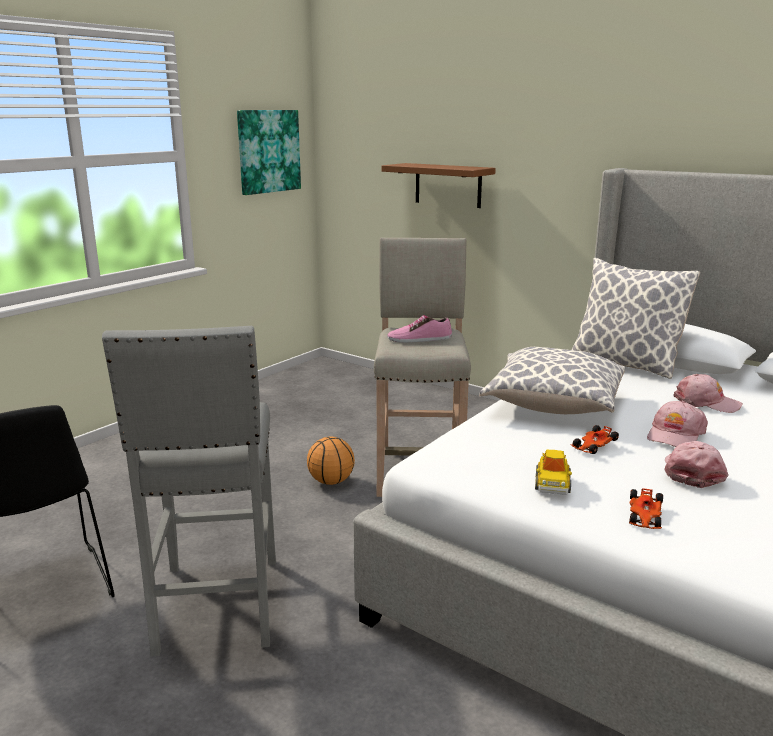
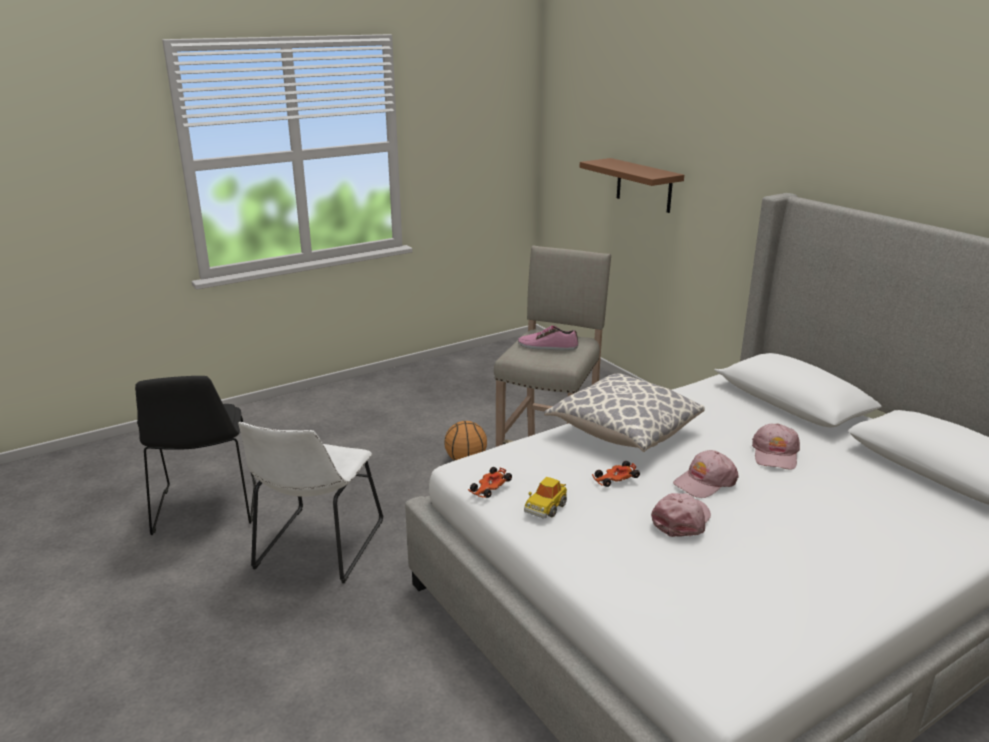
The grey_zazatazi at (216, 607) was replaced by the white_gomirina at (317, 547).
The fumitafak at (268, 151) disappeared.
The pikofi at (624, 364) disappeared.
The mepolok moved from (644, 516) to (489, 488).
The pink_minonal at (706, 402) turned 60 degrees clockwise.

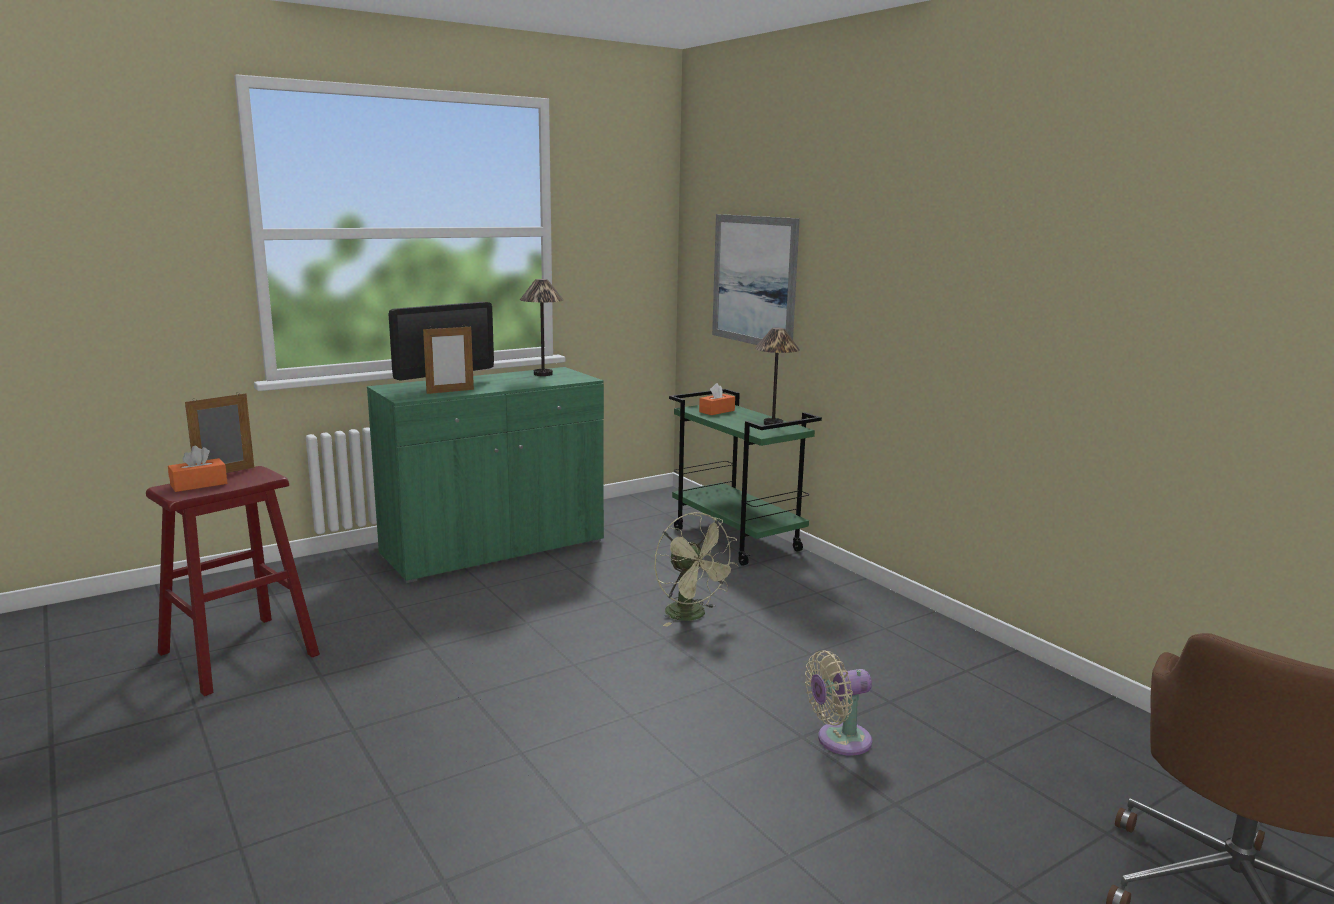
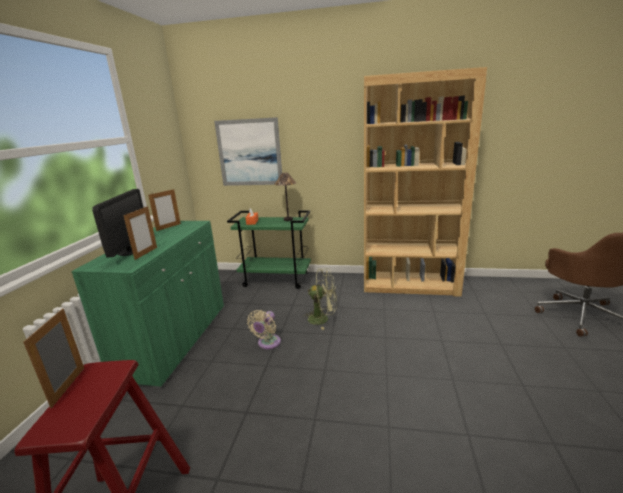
The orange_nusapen at (199, 484) disappeared.
The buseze at (543, 374) was replaced by the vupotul at (168, 227).
The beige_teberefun moved from (838, 741) to (267, 343).
The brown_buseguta at (410, 285) appeared.

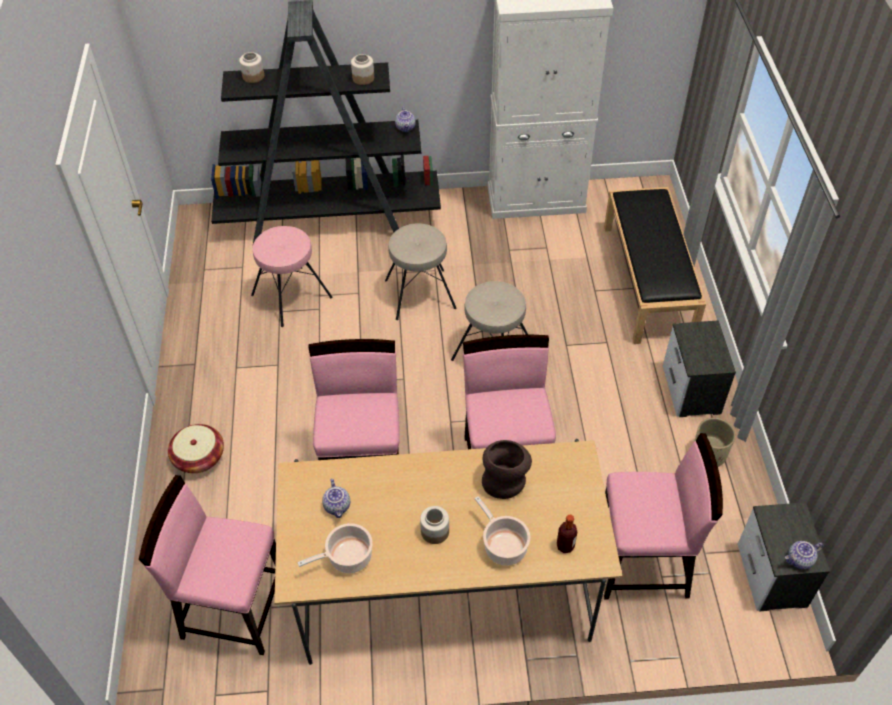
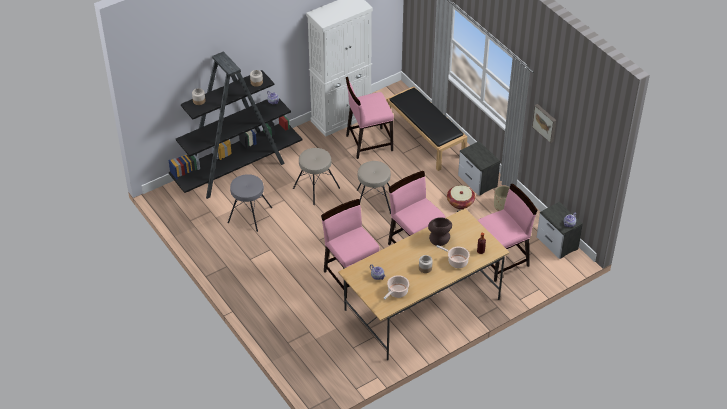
The pink_gomirina moved from (234, 608) to (368, 143).
The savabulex moved from (199, 457) to (460, 202).
The pink_zazatazi at (291, 295) became the grey_zazatazi at (249, 215).
The fumitafak at (545, 122) appeared.

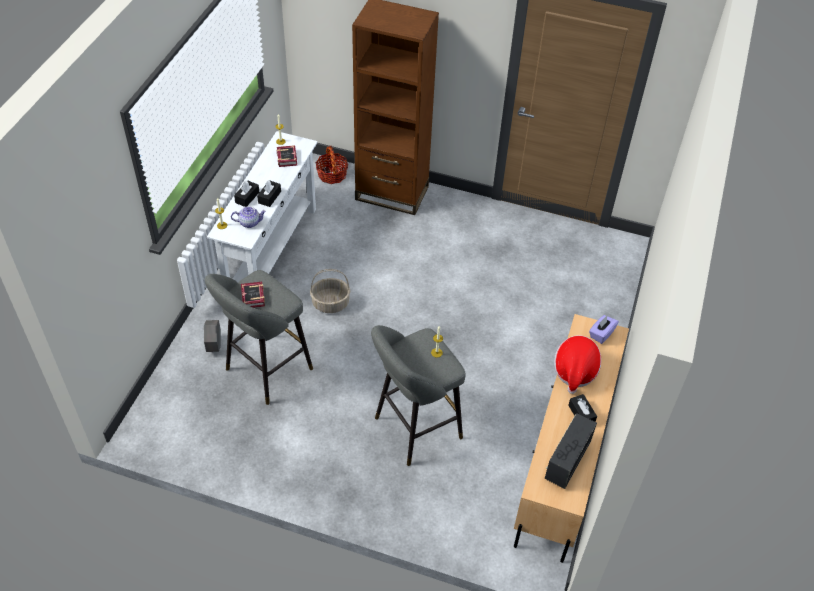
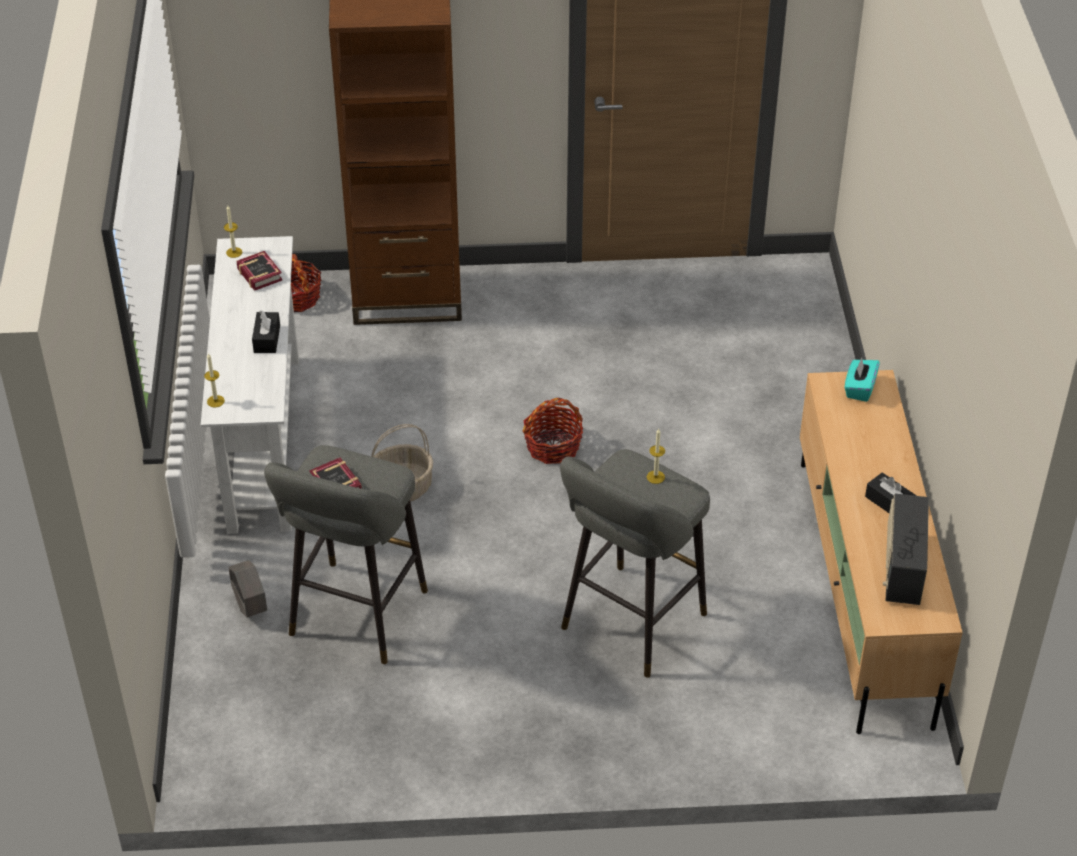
The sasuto at (249, 222) disappeared.
The black_nusapen at (247, 197) disappeared.
The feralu at (575, 371) disappeared.
The purple_nusapen at (601, 334) became the turquoise_nusapen at (859, 388).
The savabulex at (553, 446) appeared.

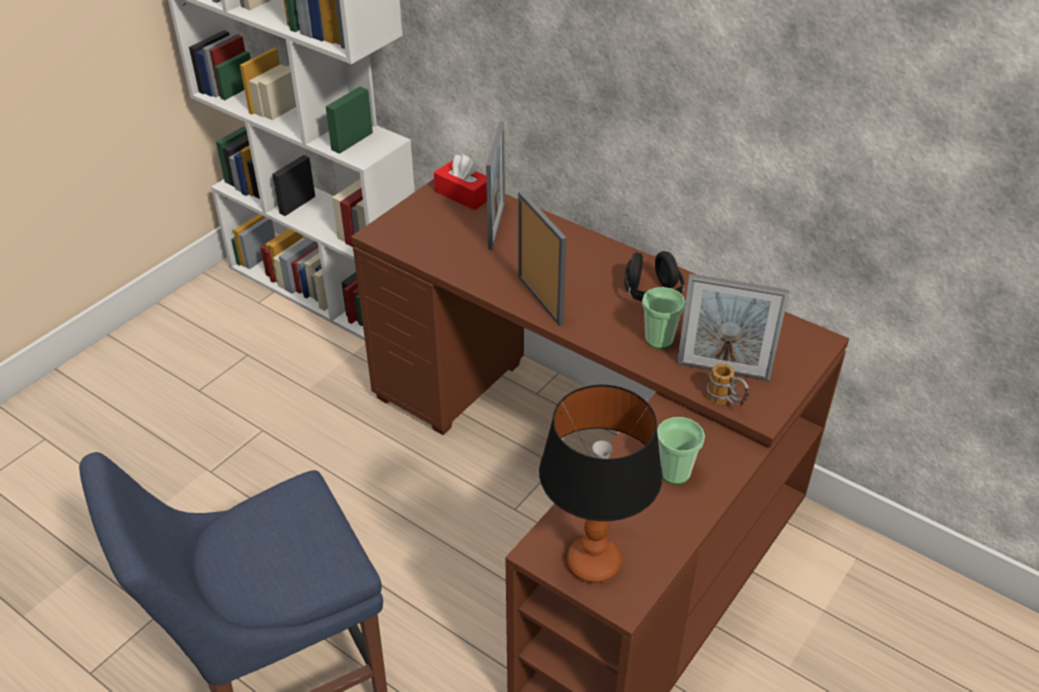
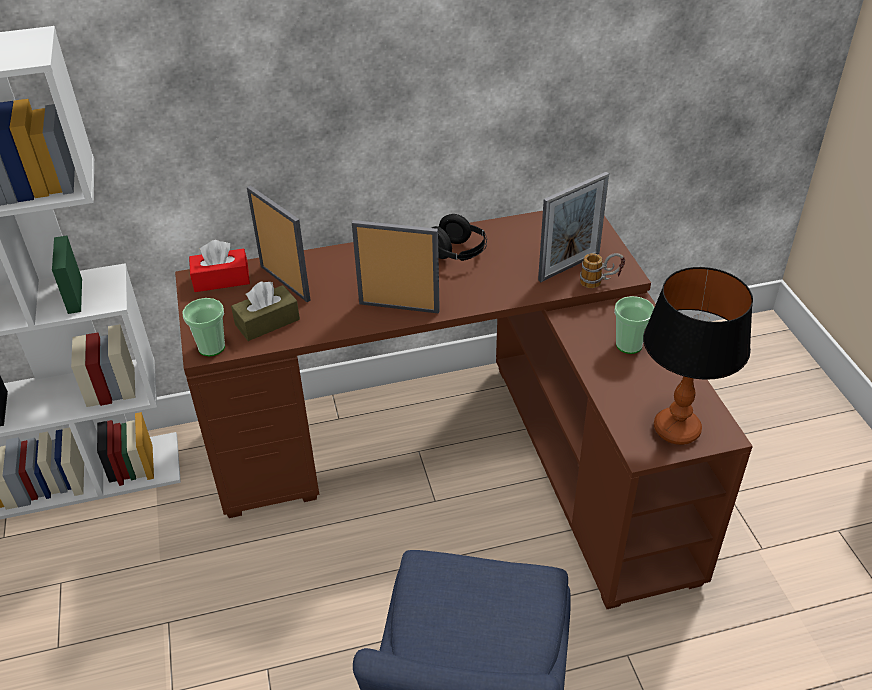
The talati moved from (659, 339) to (211, 347).
The brown_nusapen at (267, 322) appeared.

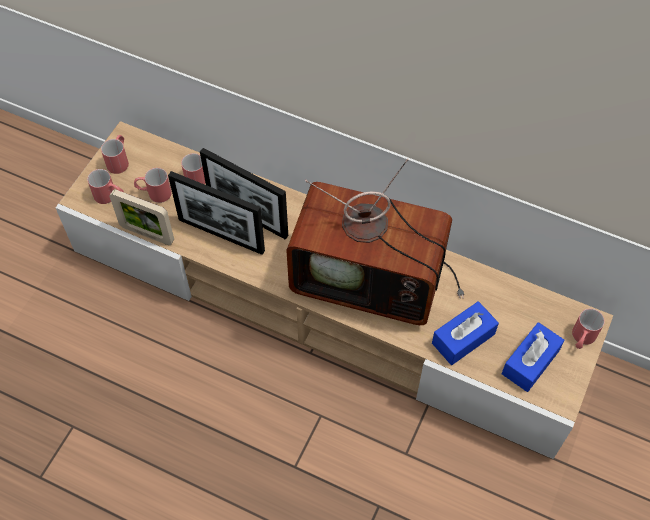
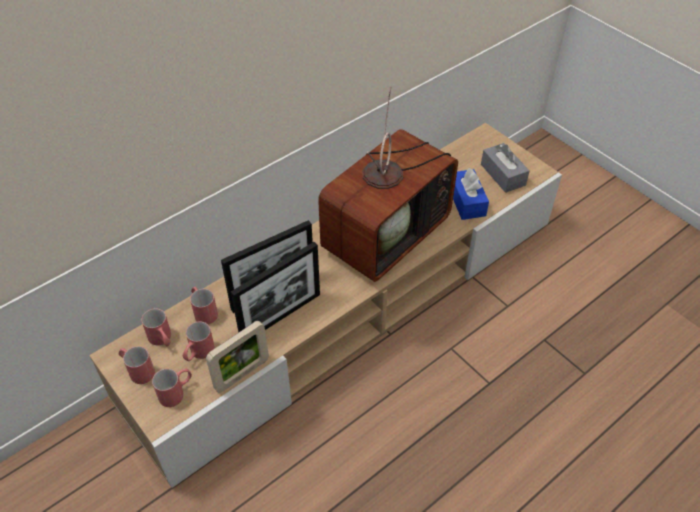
The blue_nusapen at (530, 362) became the grey_nusapen at (503, 175).
The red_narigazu moved from (581, 339) to (162, 340).

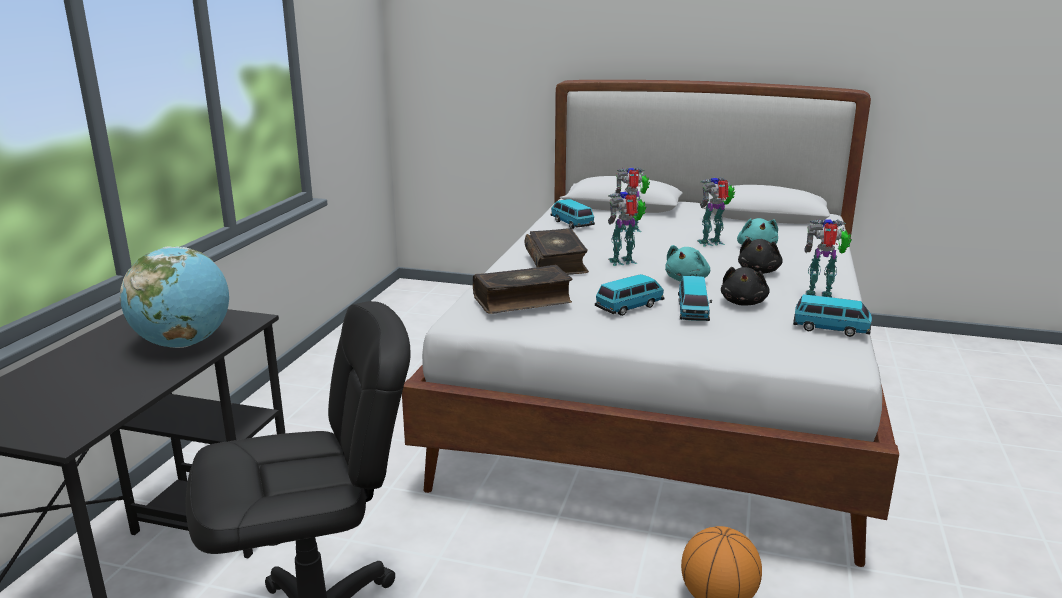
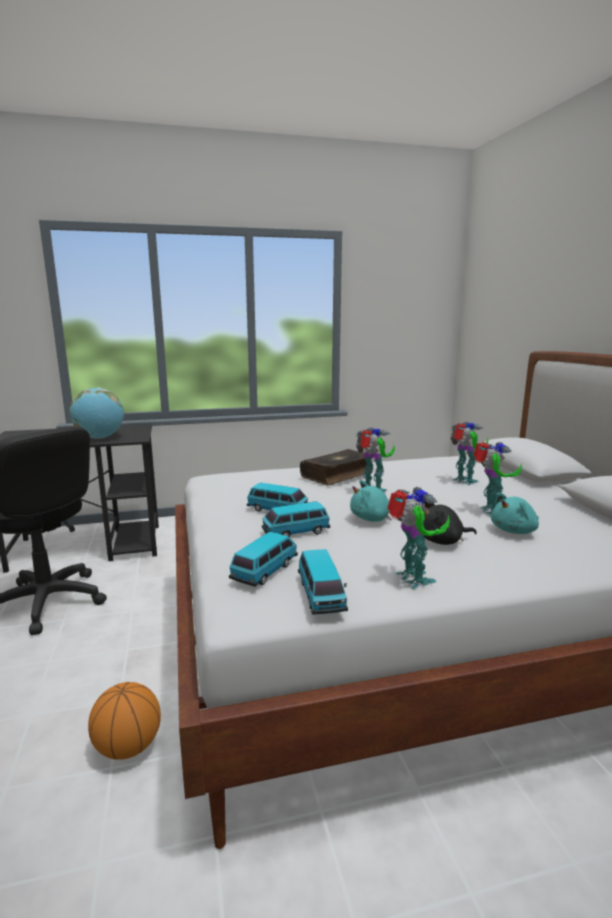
The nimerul at (522, 300) disappeared.
The mepolok moved from (572, 223) to (265, 571).
The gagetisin at (712, 243) turned 45 degrees clockwise.
The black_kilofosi at (743, 302) disappeared.

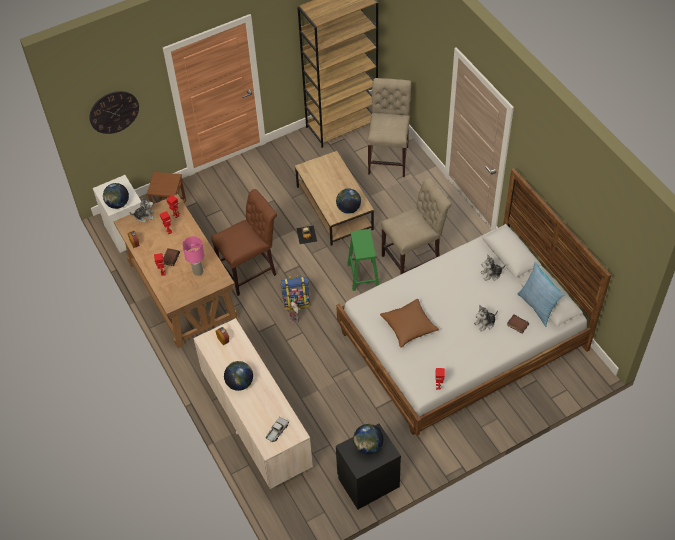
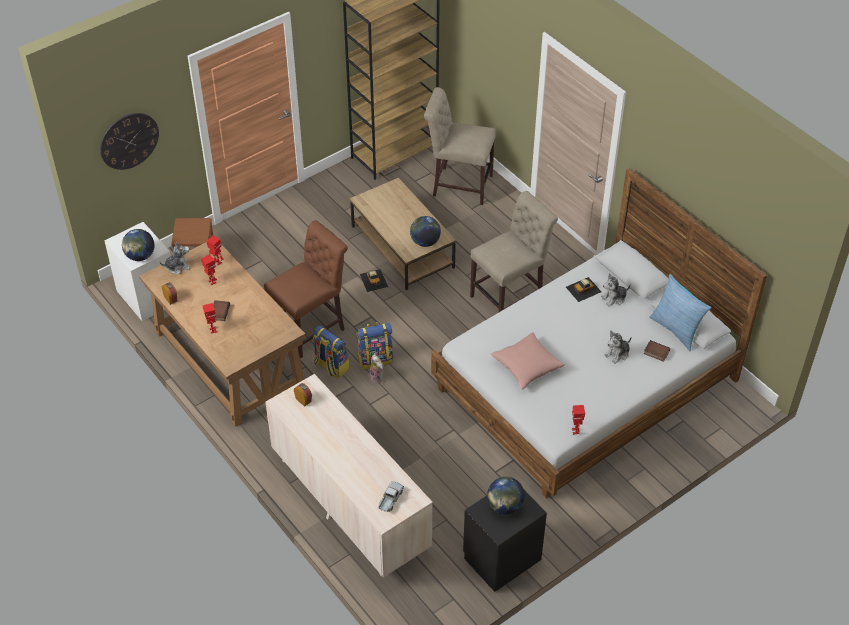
The pink_buseze at (198, 271) disappeared.
The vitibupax at (240, 383) disappeared.
The green_zazatazi at (363, 276) disappeared.
The beige_gomirina at (389, 157) turned 75 degrees counterclockwise.
The brown_pikofi at (409, 326) became the pink_pikofi at (526, 366).
The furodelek at (331, 366) appeared.
The mepolok at (583, 289) appeared.

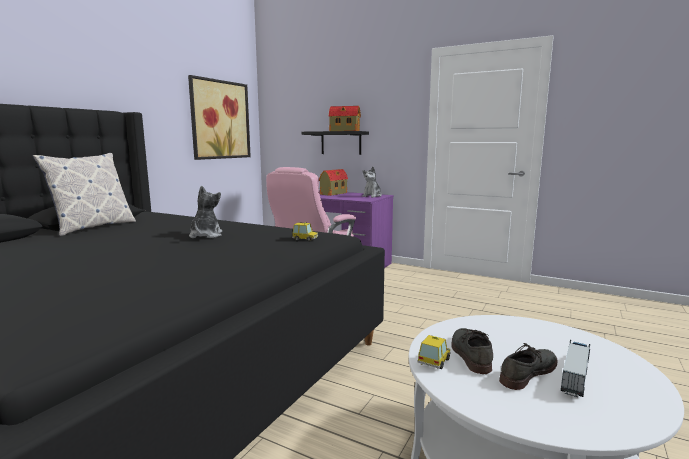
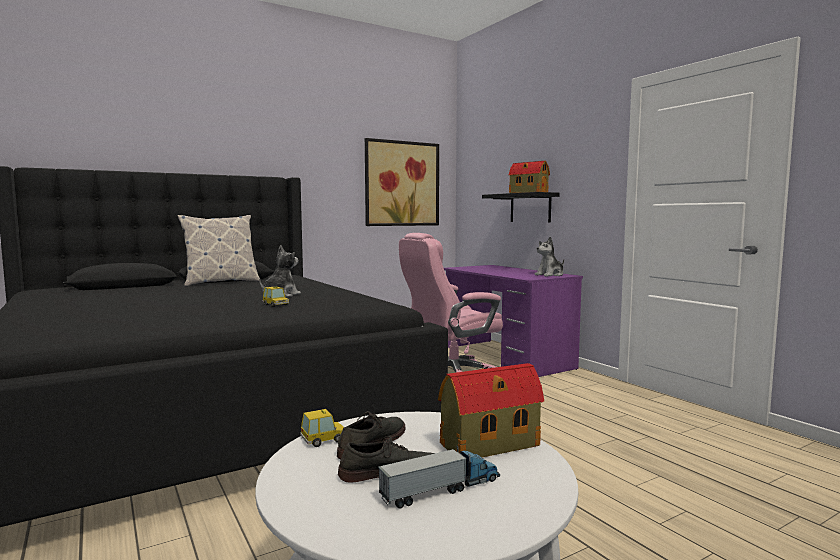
The mepolok moved from (305, 239) to (276, 305).
The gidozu moved from (333, 193) to (487, 445).

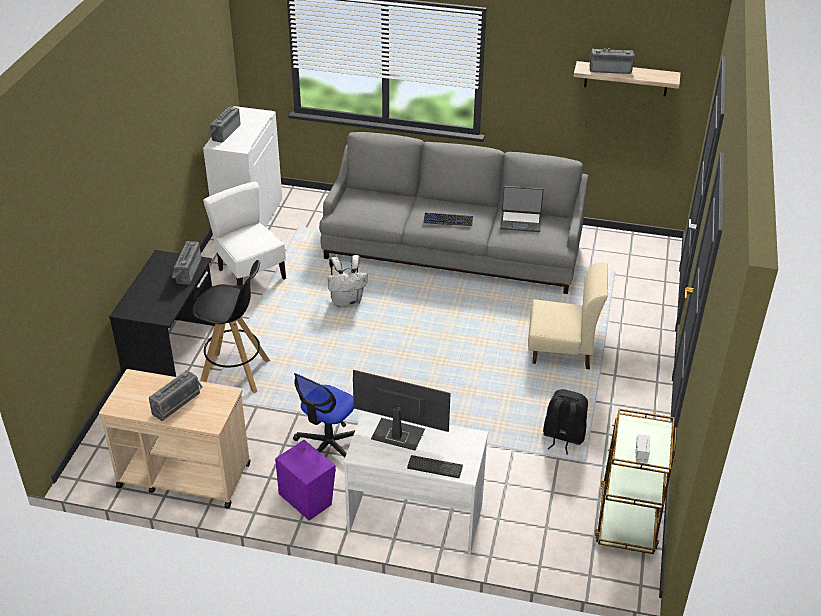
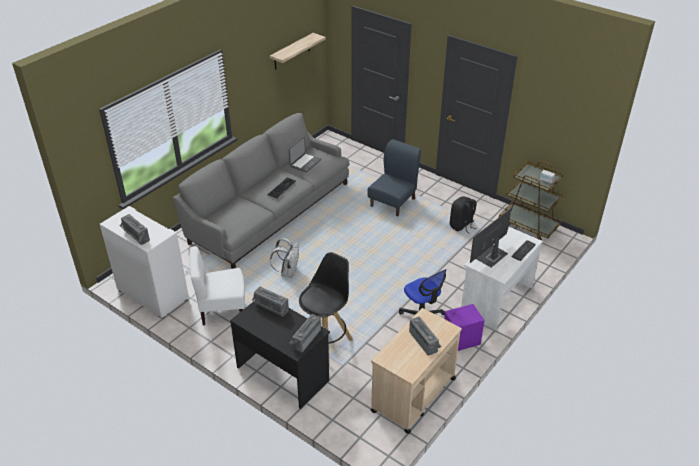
The beige_gomirina at (562, 350) became the blue_gomirina at (393, 202).
The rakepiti moved from (610, 69) to (305, 338).

